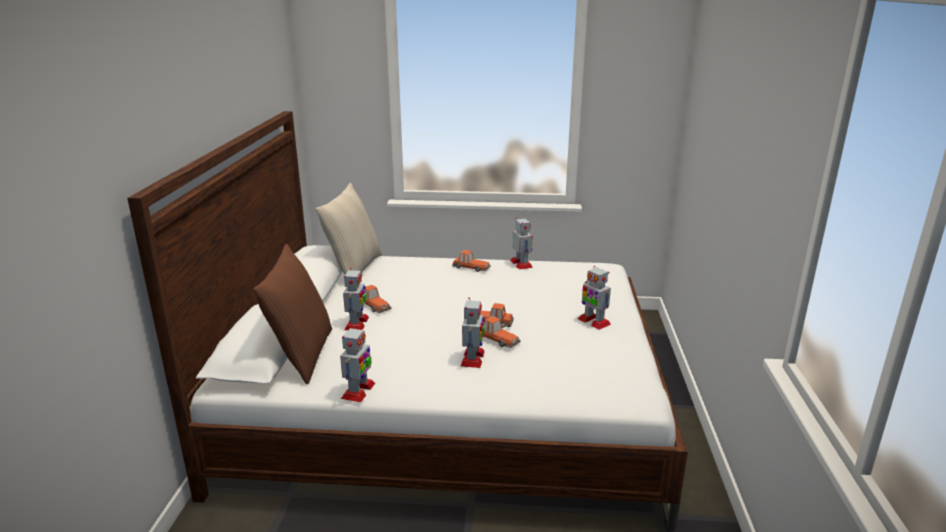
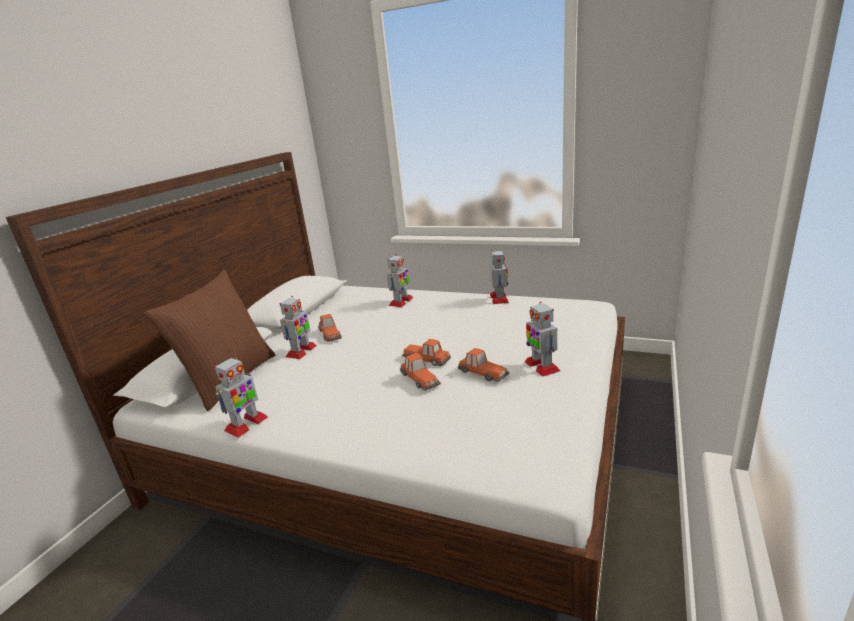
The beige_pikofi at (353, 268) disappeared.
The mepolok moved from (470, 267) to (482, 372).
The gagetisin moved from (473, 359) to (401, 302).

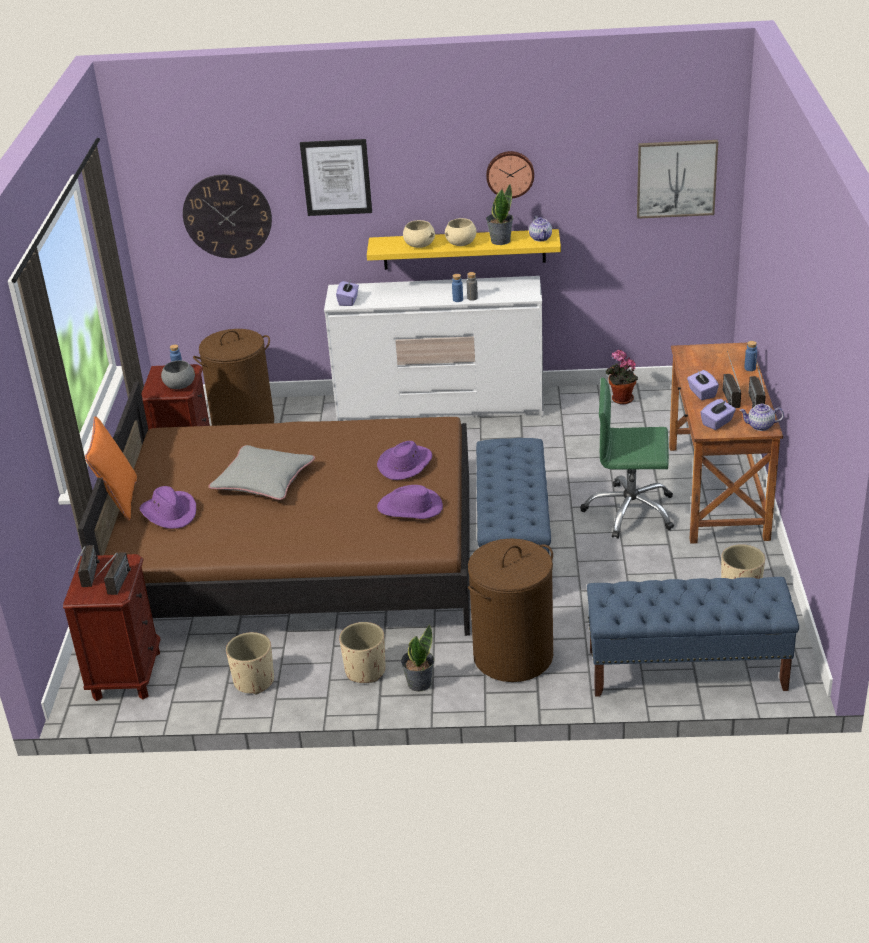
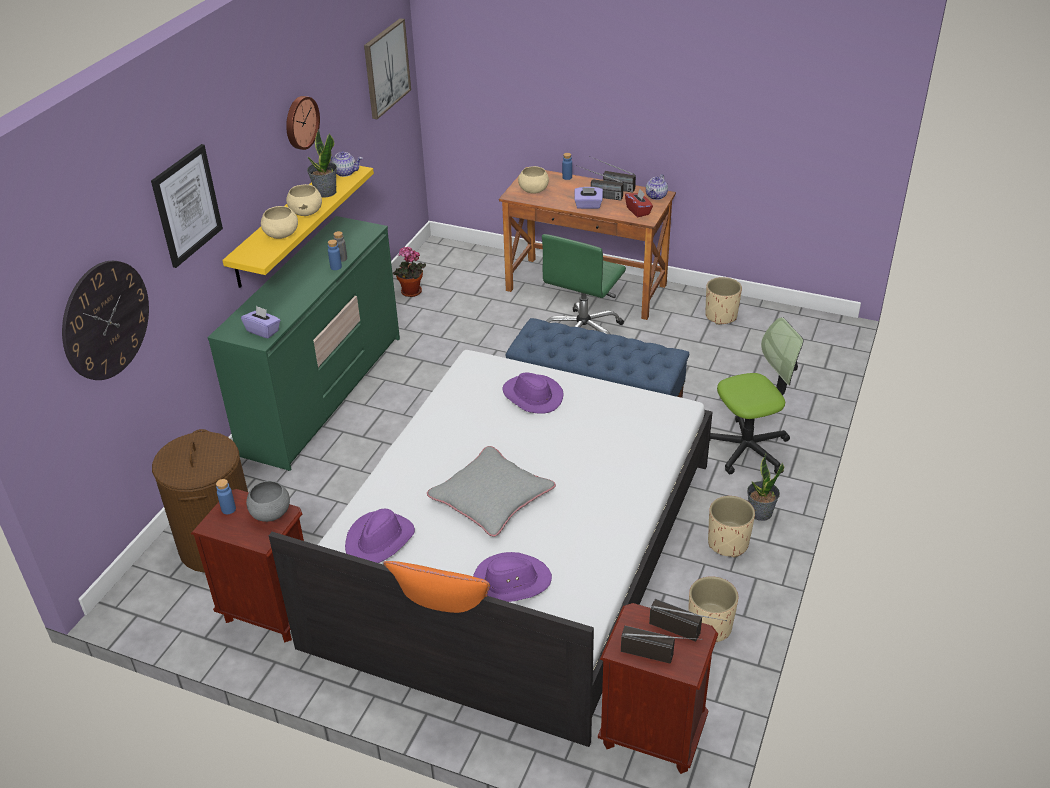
The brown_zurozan at (299, 557) became the white_zurozan at (517, 551).
The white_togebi at (441, 407) became the green_togebi at (324, 394).
The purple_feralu moved from (410, 508) to (380, 540).
The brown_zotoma at (513, 656) was replaced by the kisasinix at (748, 449).
The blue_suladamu at (686, 670) disappeared.
The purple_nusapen at (717, 423) became the red_nusapen at (638, 211).
The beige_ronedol at (533, 191) appeared.

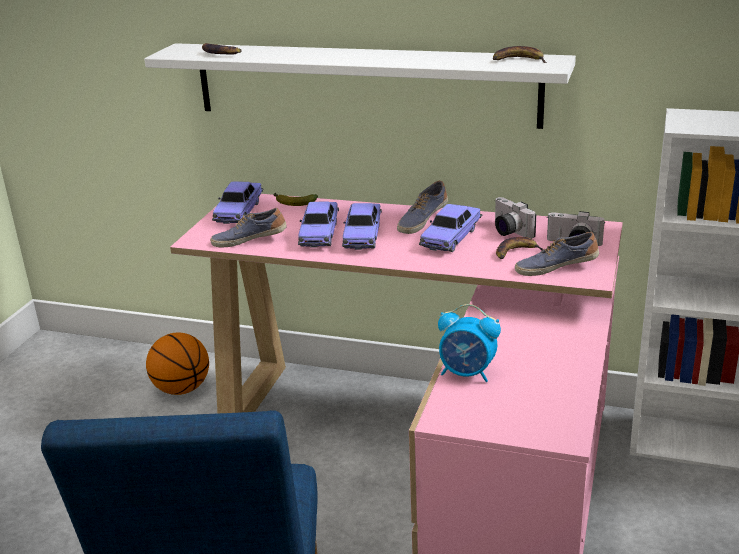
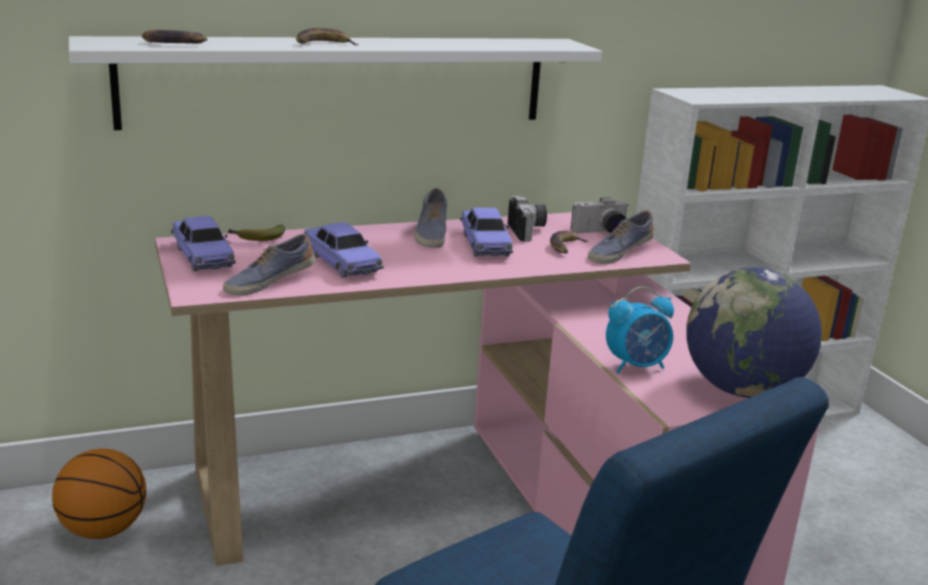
The mepolok at (362, 235) disappeared.
The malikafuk moved from (518, 60) to (323, 44).
The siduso at (508, 231) turned 120 degrees counterclockwise.
The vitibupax at (742, 390) appeared.

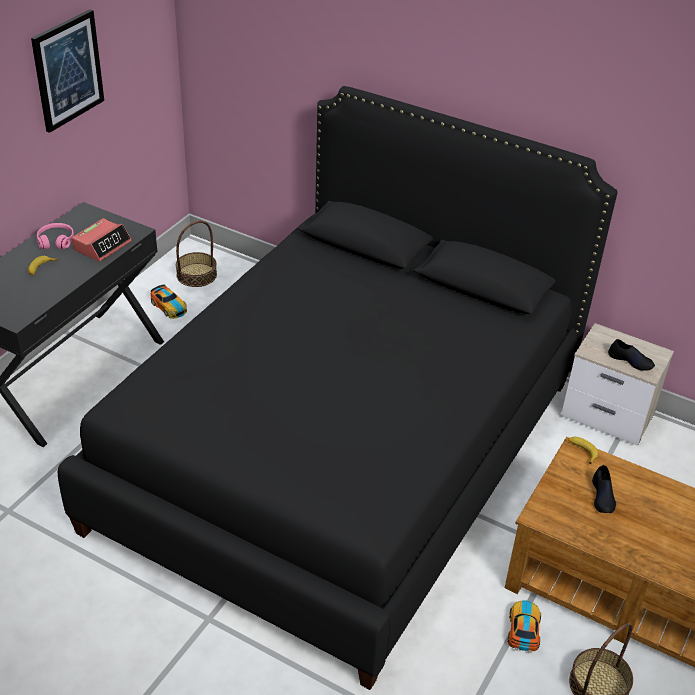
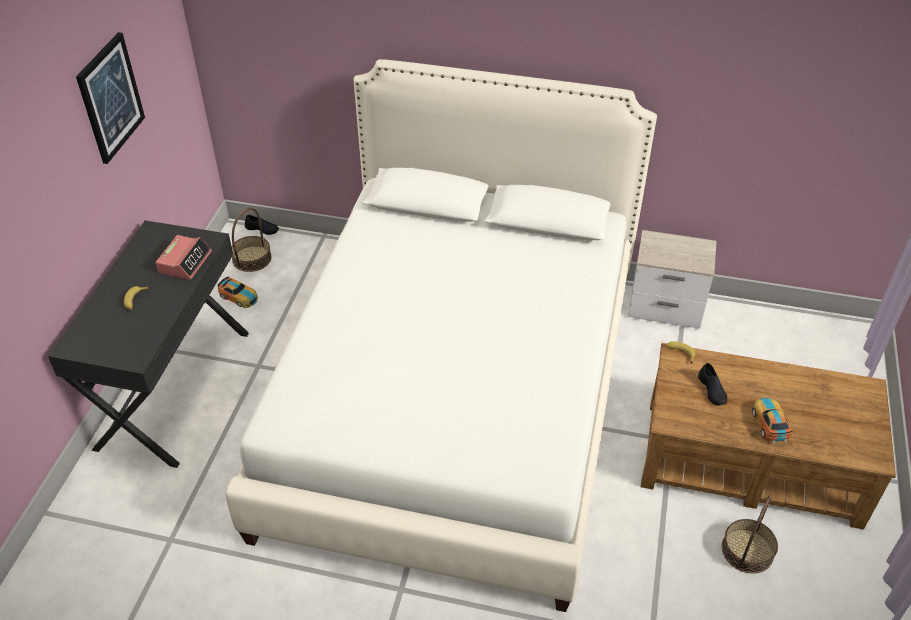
The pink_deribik at (56, 241) disappeared.
The black_zurozan at (343, 452) became the white_zurozan at (456, 399).
The mepolok moved from (523, 629) to (770, 423).
The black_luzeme moved from (630, 361) to (262, 229).

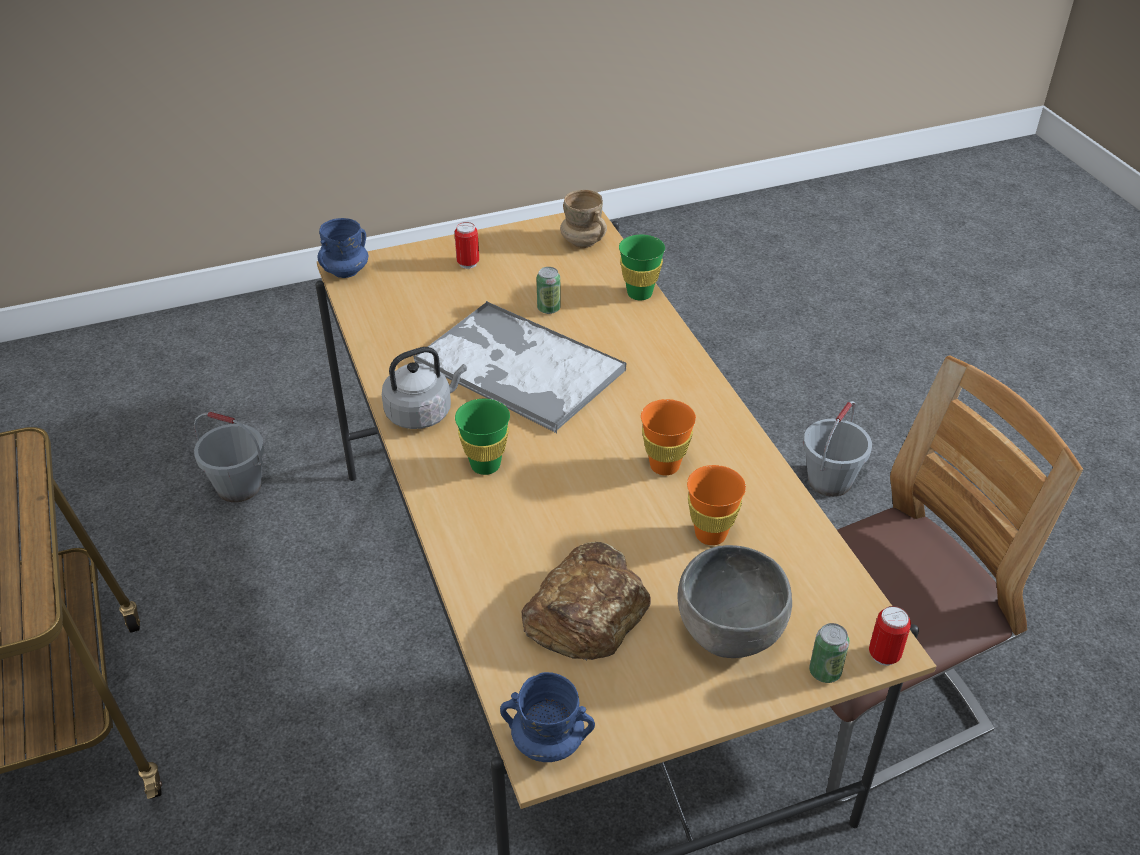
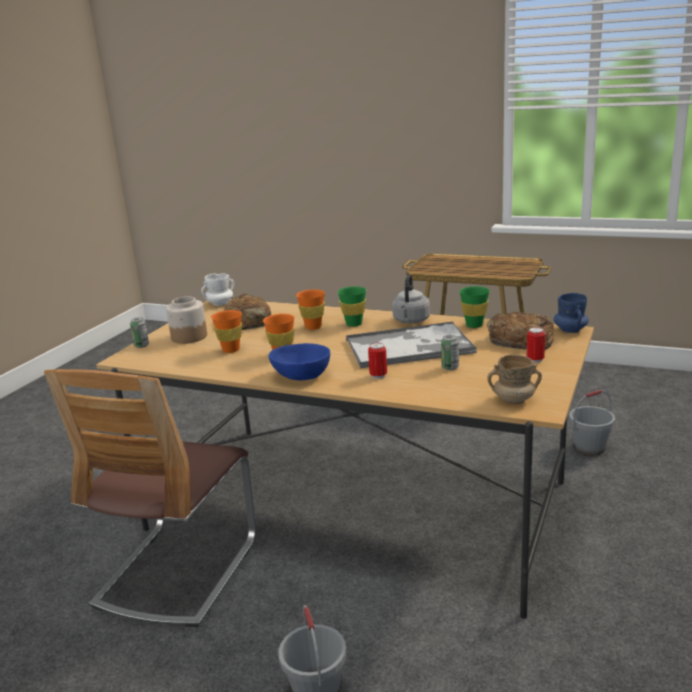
The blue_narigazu at (547, 743) became the white_narigazu at (220, 303).
The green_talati moved from (639, 293) to (474, 325).
The grey_ronedol at (729, 635) was replaced by the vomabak at (188, 337).
The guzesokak moved from (884, 655) to (378, 376).
The blue_ronedol at (302, 376) appeared.
The orange_talati at (313, 327) appeared.
The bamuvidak at (520, 339) appeared.

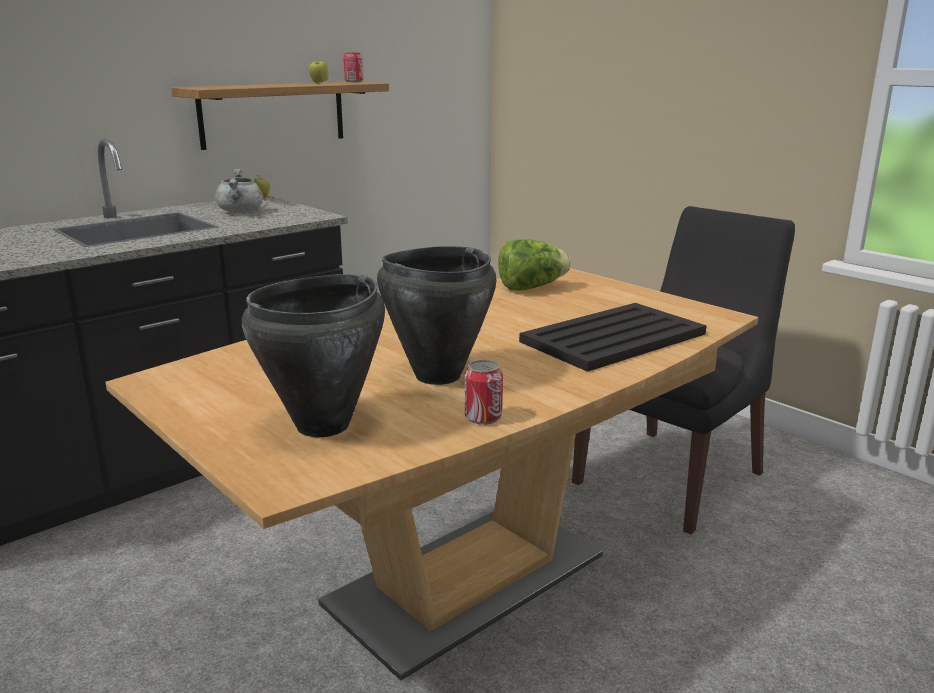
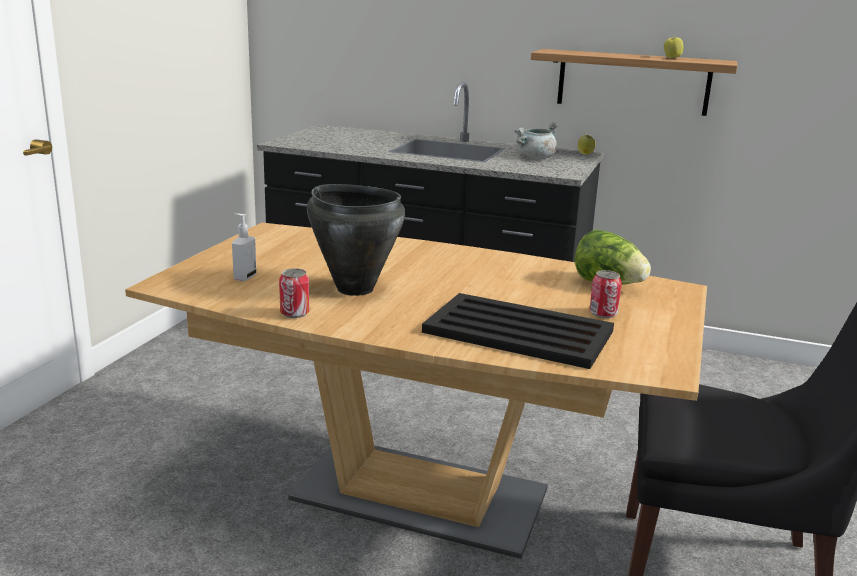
The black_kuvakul at (324, 425) was replaced by the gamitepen at (244, 277).
The guzesokak moved from (354, 82) to (603, 313).

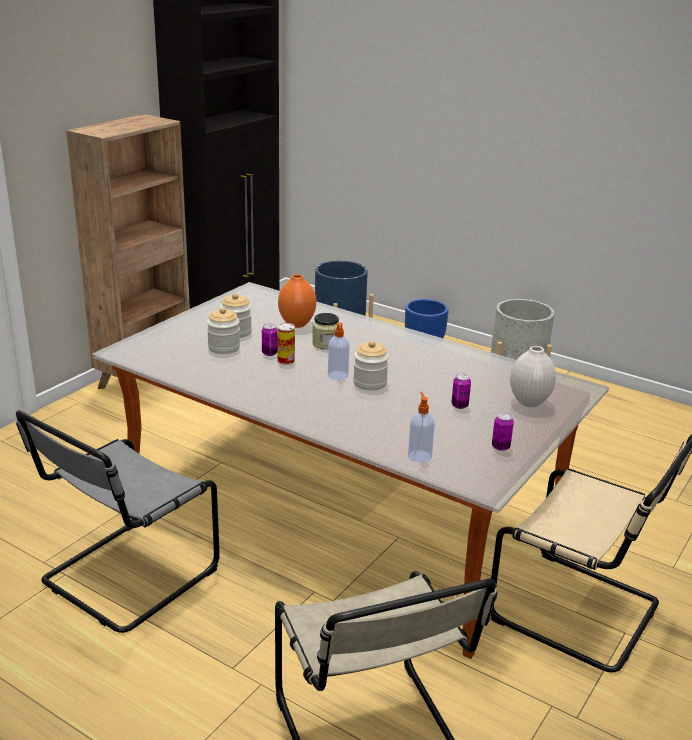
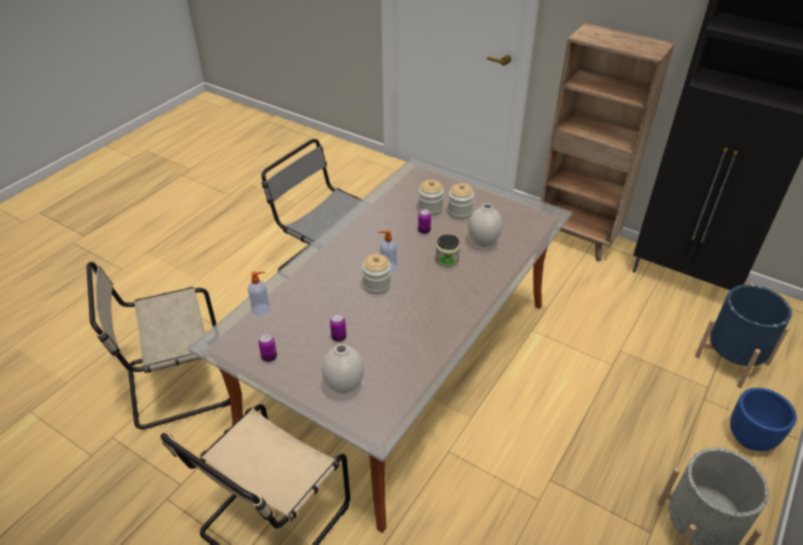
The guzesokak at (286, 361) disappeared.
The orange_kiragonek at (296, 324) became the white_kiragonek at (483, 242).

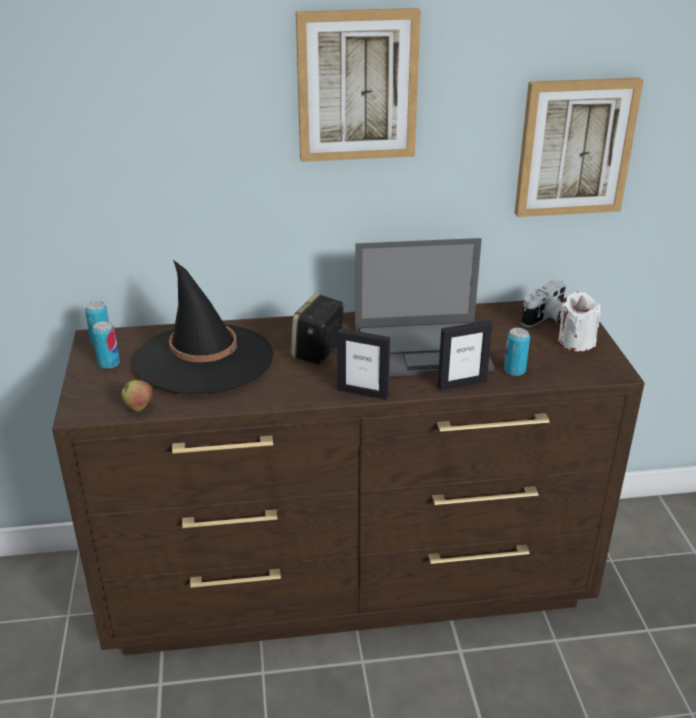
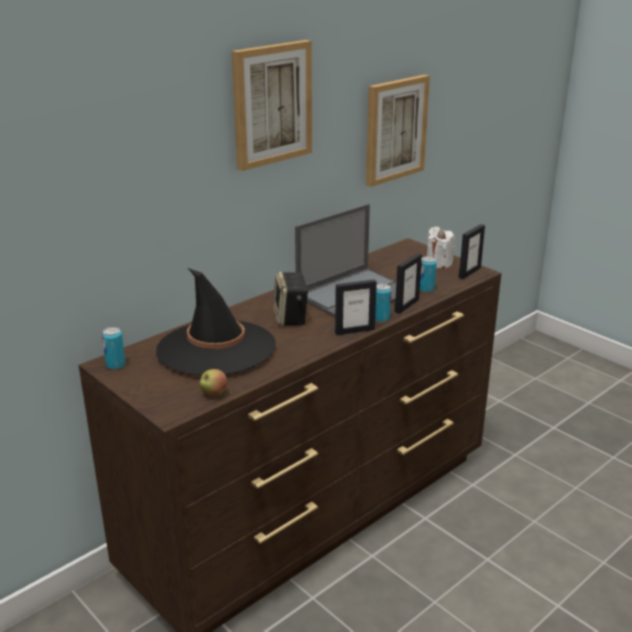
The guzesokak moved from (109, 363) to (381, 318).
The siduso at (547, 319) disappeared.
The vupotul at (469, 272) appeared.

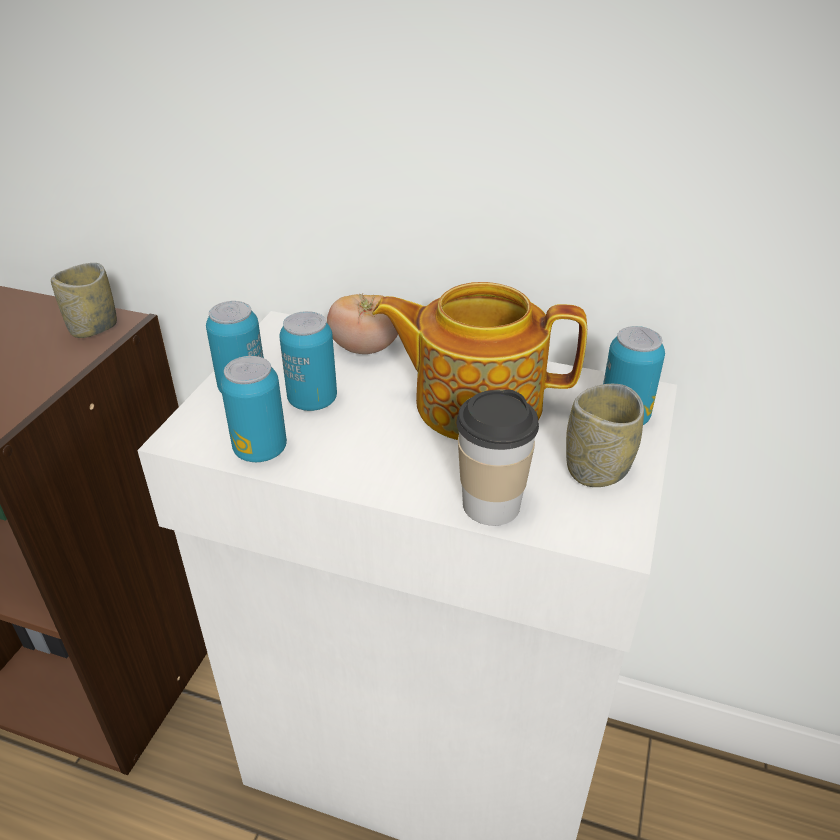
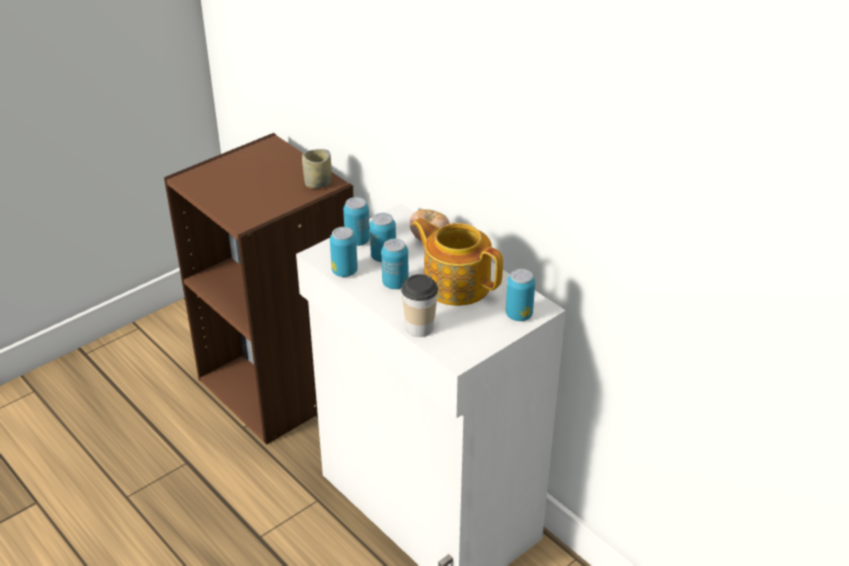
The talati at (597, 469) disappeared.
The guzesokak at (395, 283) appeared.

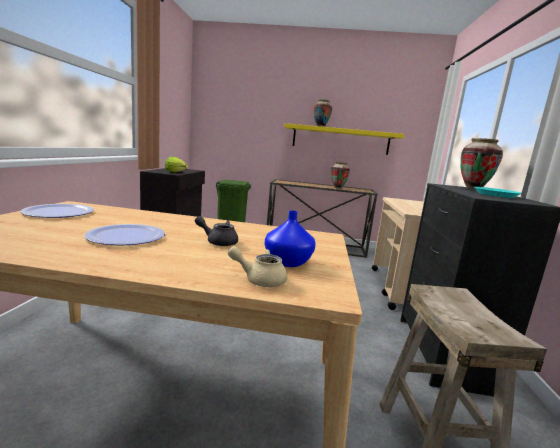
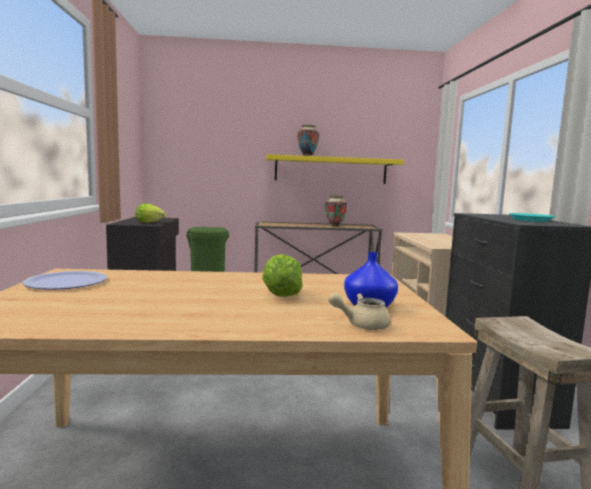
The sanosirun at (126, 236) disappeared.
The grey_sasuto at (218, 242) was replaced by the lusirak at (280, 295).
The kiragonek at (473, 189) disappeared.

